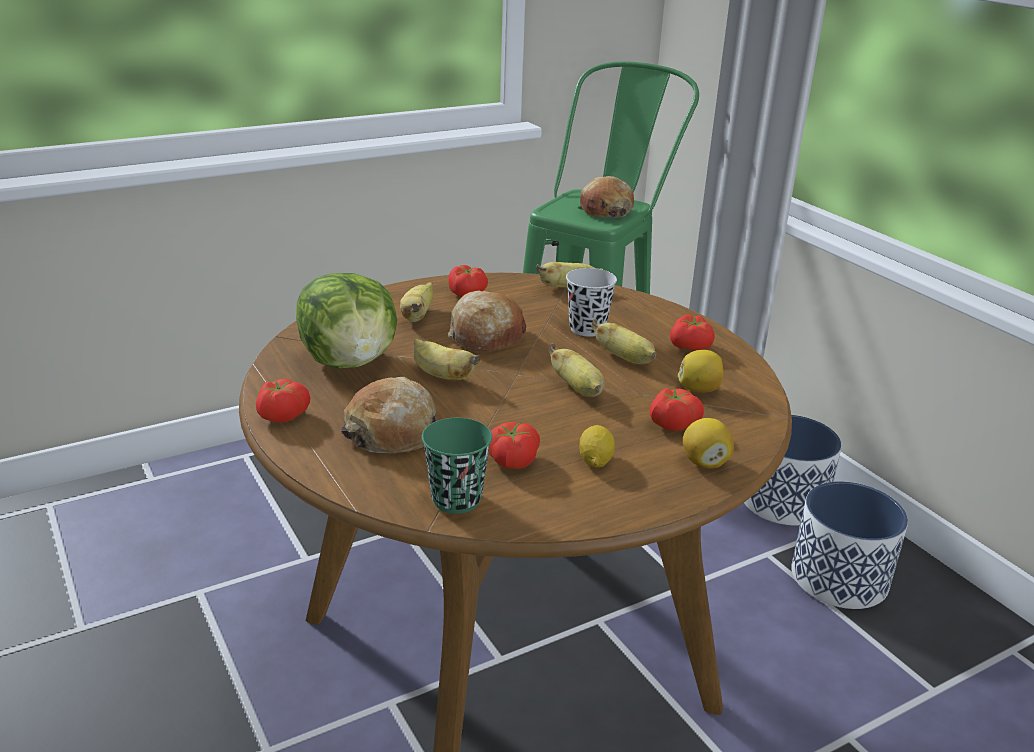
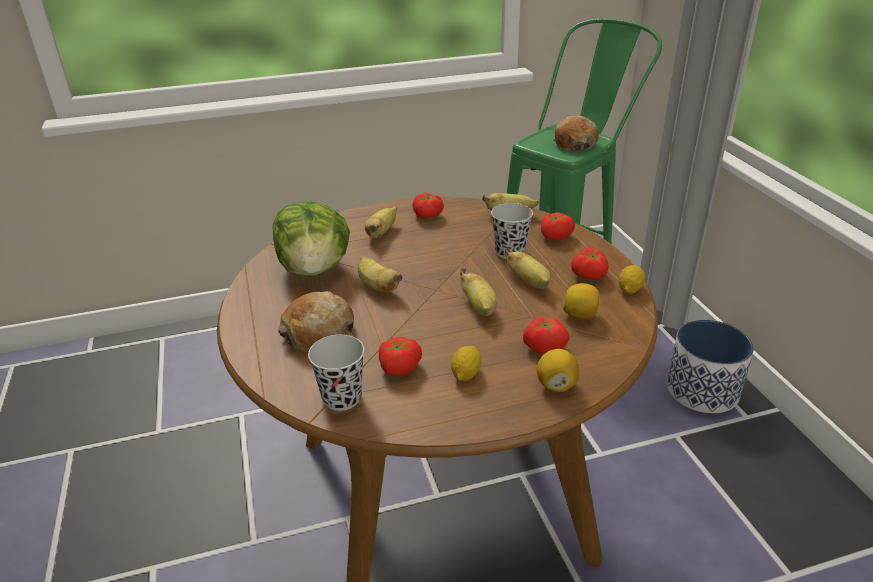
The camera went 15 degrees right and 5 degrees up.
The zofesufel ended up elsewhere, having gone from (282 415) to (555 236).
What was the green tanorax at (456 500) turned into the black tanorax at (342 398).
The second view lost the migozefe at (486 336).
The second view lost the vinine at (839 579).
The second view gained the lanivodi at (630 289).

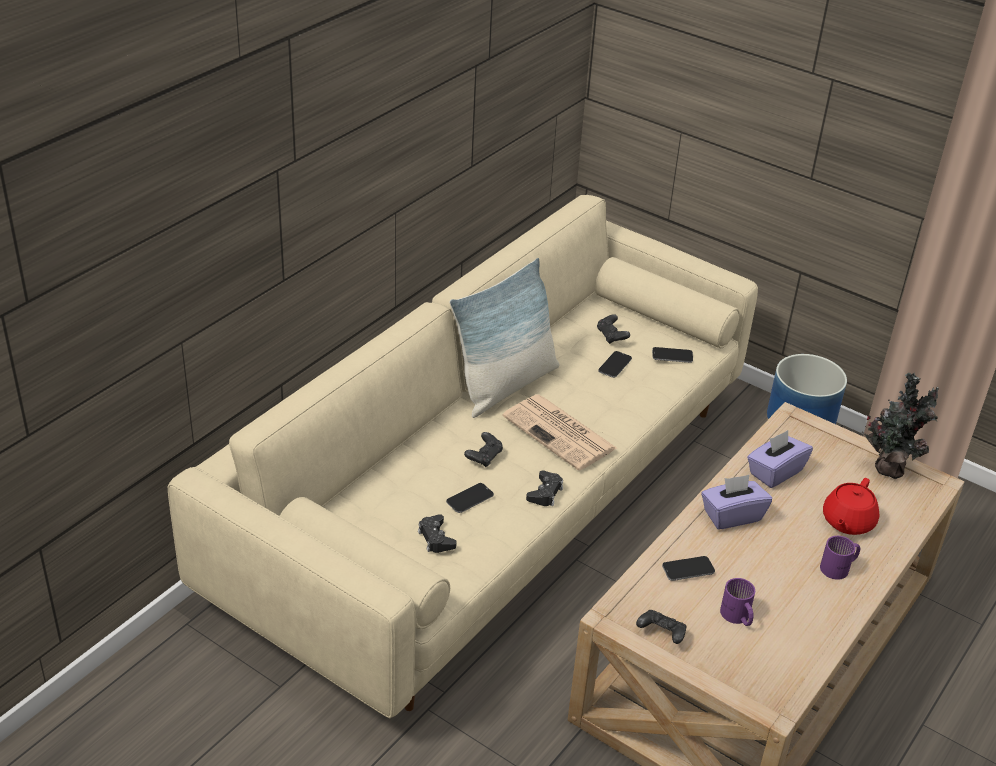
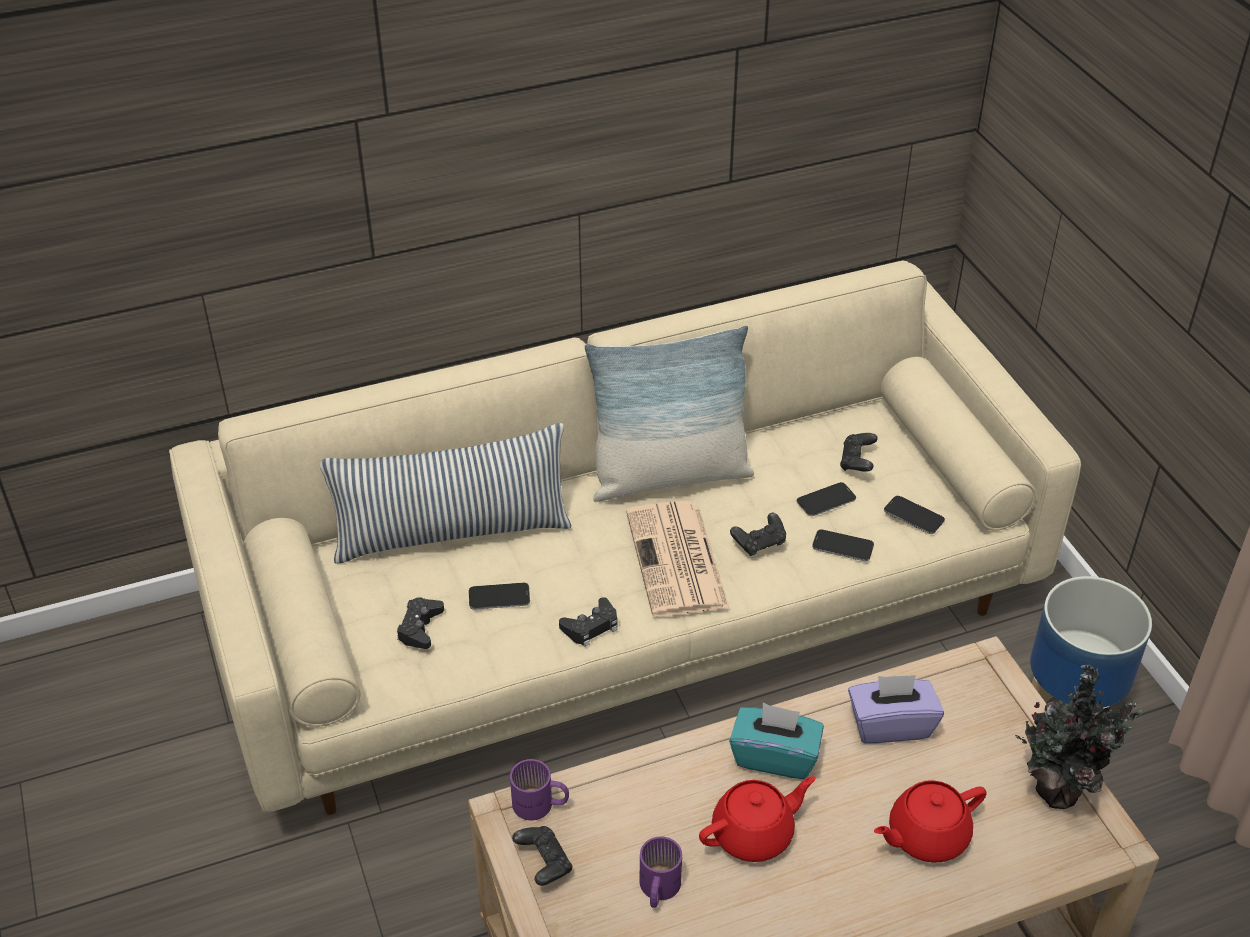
The camera went 35 degrees right and 5 degrees up.
The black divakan ended up elsewhere, having gone from (484 457) to (759 543).
The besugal ended up elsewhere, having gone from (688 569) to (842 546).
What was the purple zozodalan at (732 515) turned into the turquoise zozodalan at (774 756).
The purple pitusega ended up elsewhere, having gone from (839 568) to (540 806).
The second view gained the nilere at (452 533).
The second view gained the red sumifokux at (754 834).

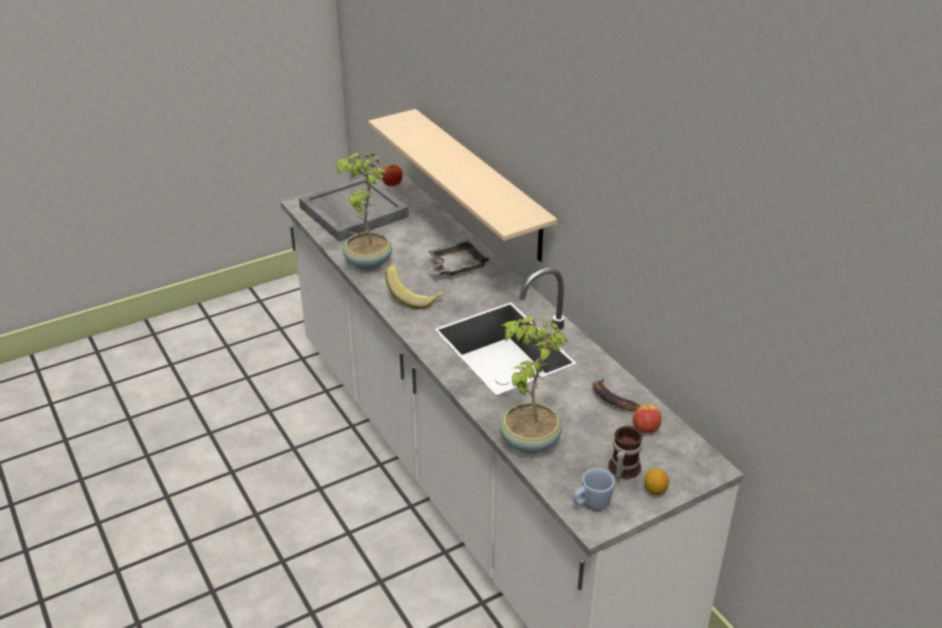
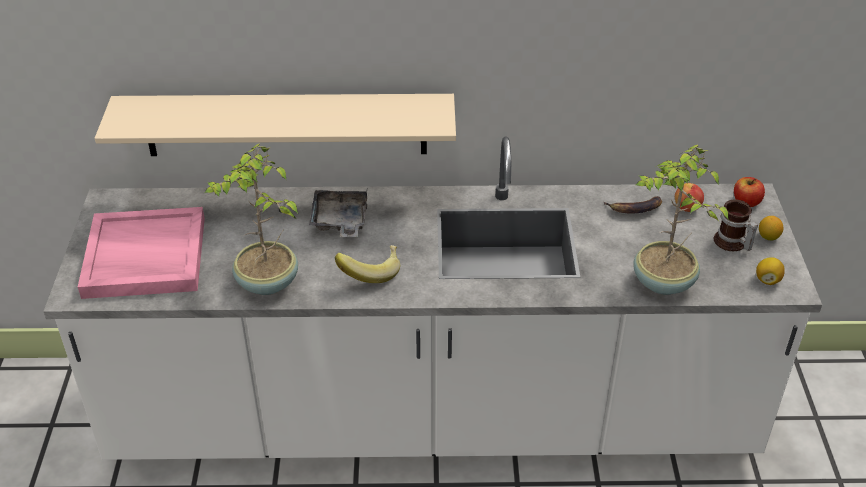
The camera went 60 degrees left and 5 degrees up.
What was the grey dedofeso at (352 212) turned into the pink dedofeso at (144 257).
The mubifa ended up elsewhere, having gone from (392 183) to (746 202).
Where the blue pitusega stood at (591 504), the lanivodi came to stand at (767 280).

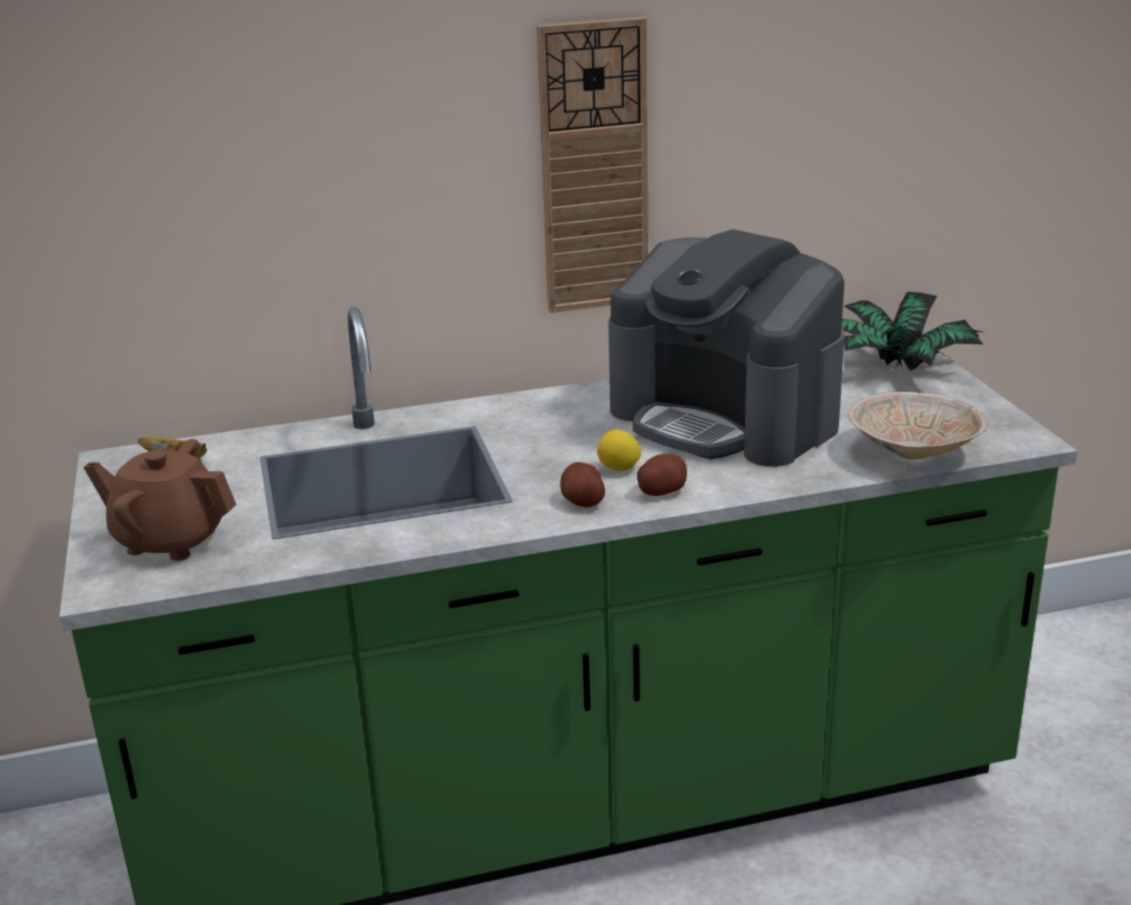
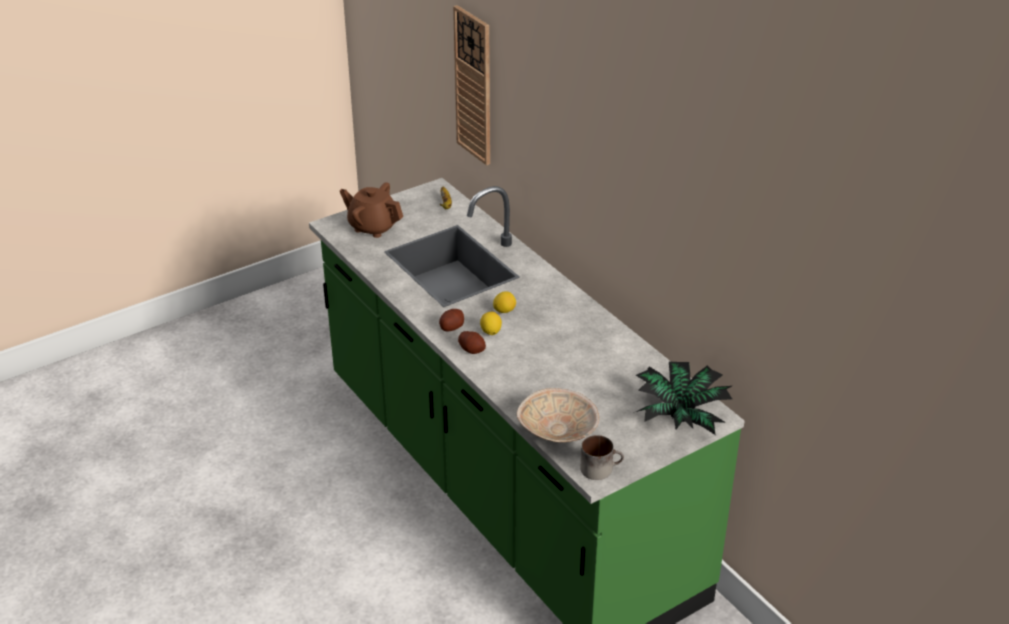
The camera went 70 degrees right and 10 degrees up.
The brown sumifokux at (170 540) ended up facing another way, 60 degrees counterclockwise from before.
The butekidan ended up elsewhere, having gone from (594 169) to (474 86).
The second view lost the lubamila at (726 417).
The second view gained the lanivodi at (504 311).
The second view gained the pitusega at (600 468).

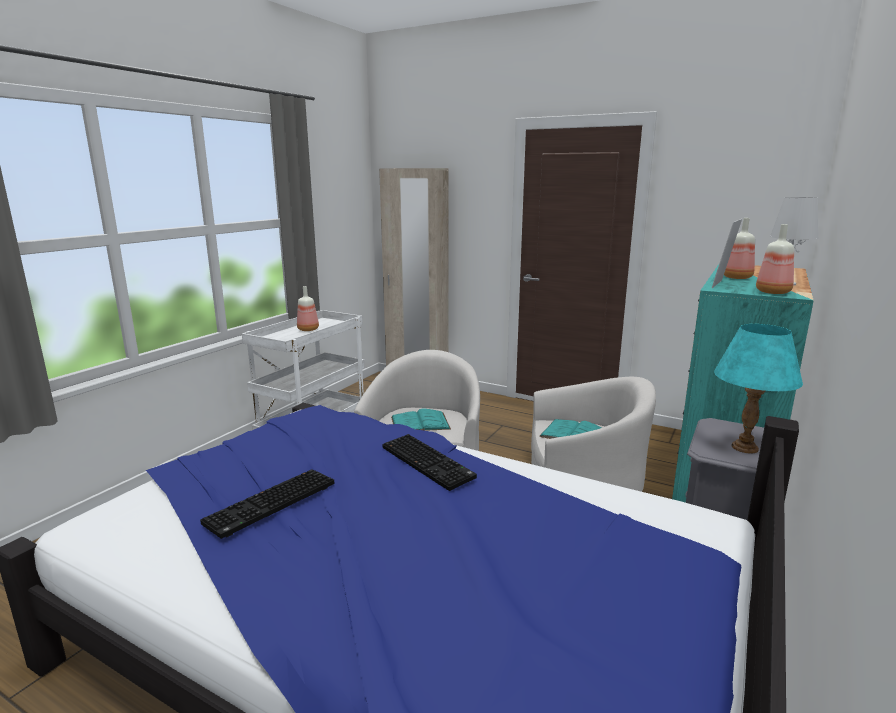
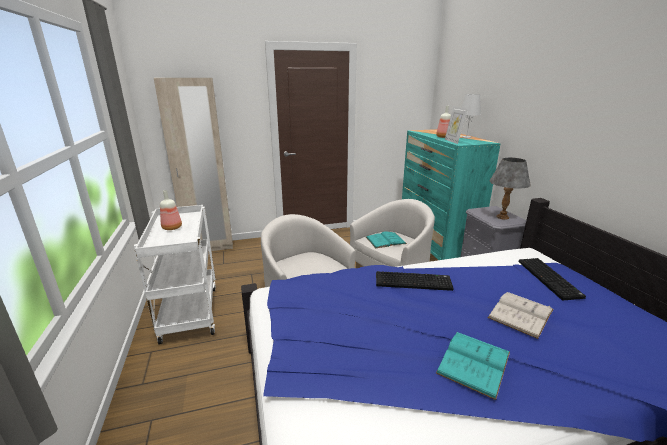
The camera went 45 degrees left and 5 degrees up.
The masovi ended up elsewhere, having gone from (271 504) to (550 279).
The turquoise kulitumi ended up elsewhere, having gone from (420 423) to (474 362).
What was the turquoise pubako at (744 448) turned into the grey pubako at (502 217).
The second view lost the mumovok at (773 292).
The second view gained the white kulitumi at (520 313).

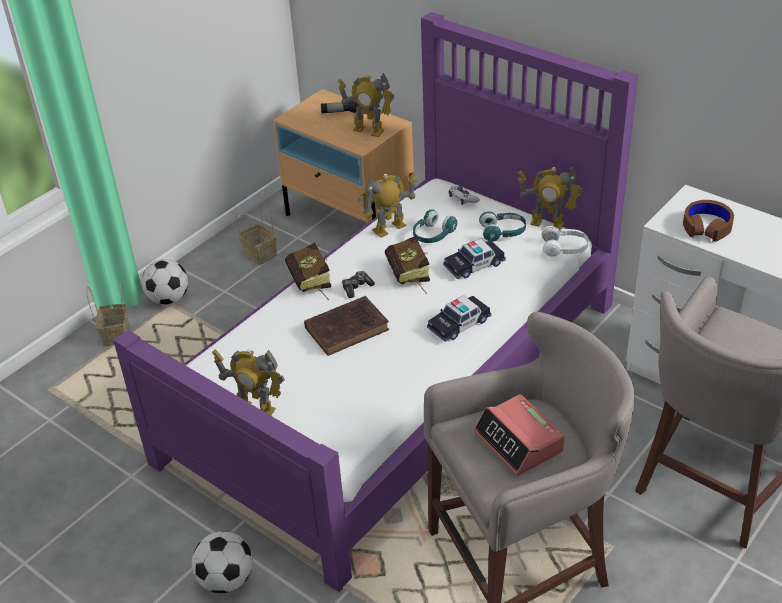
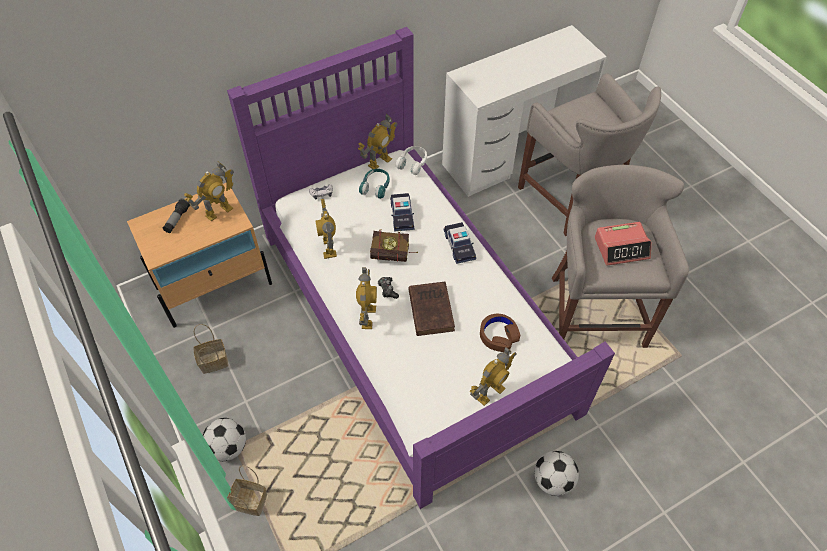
The camera went 70 degrees left and 15 degrees up.
Where the kulitumi stood at (311 285), the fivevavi came to stand at (367 317).
The second view lost the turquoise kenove at (432 235).
The brown kenove ended up elsewhere, having gone from (706 226) to (498 335).

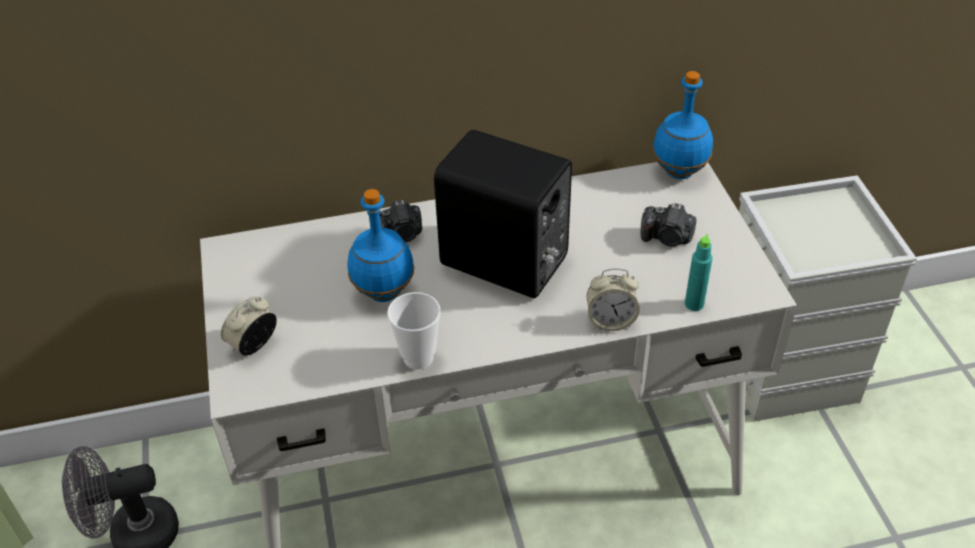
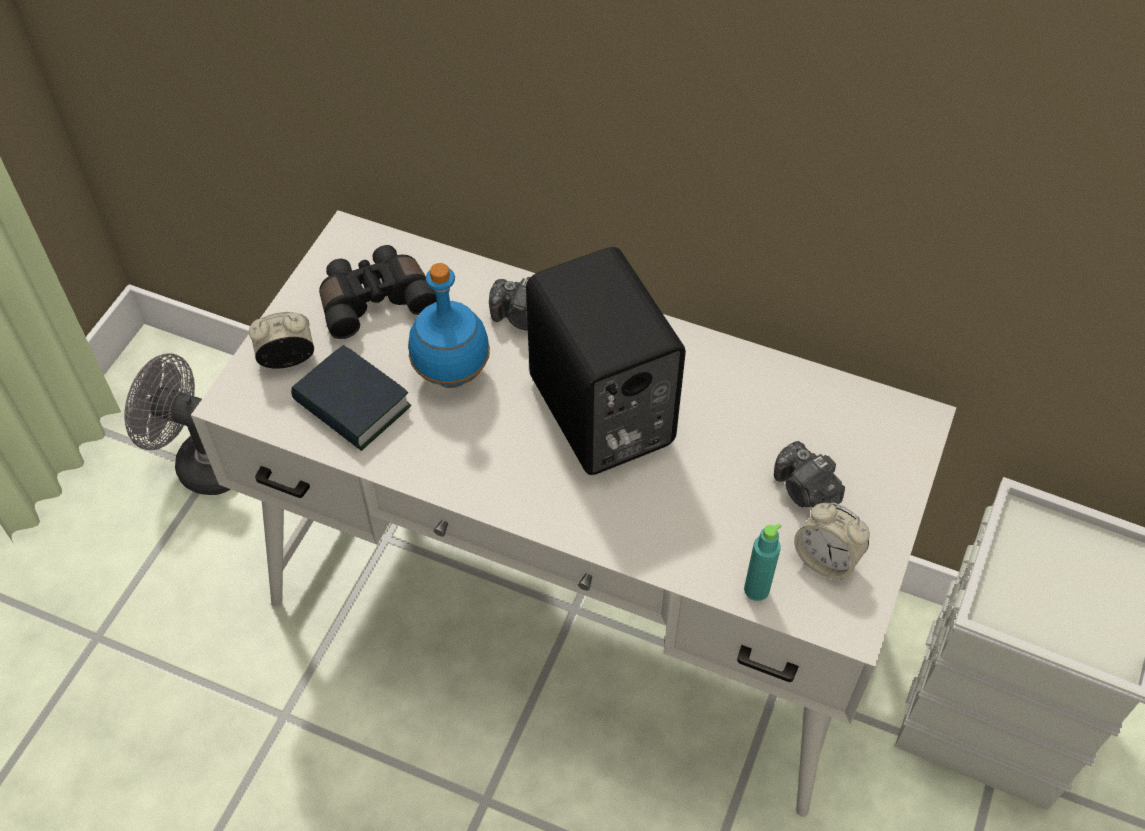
The camera went 35 degrees right and 10 degrees up.
The second view lost the tanorax at (418 358).
The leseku ended up elsewhere, having gone from (610 321) to (826 559).
The second view lost the blue mumovok at (678 171).
The second view gained the kulitumi at (352 405).
The second view gained the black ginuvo at (375 299).

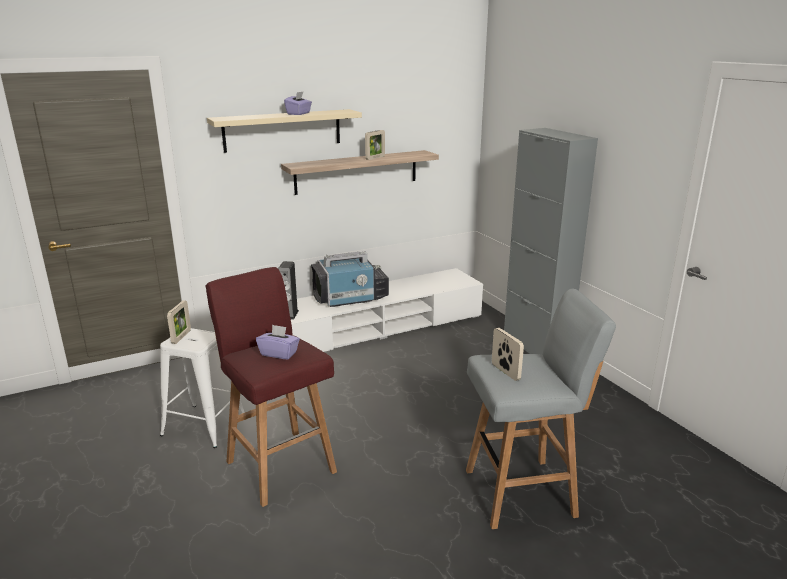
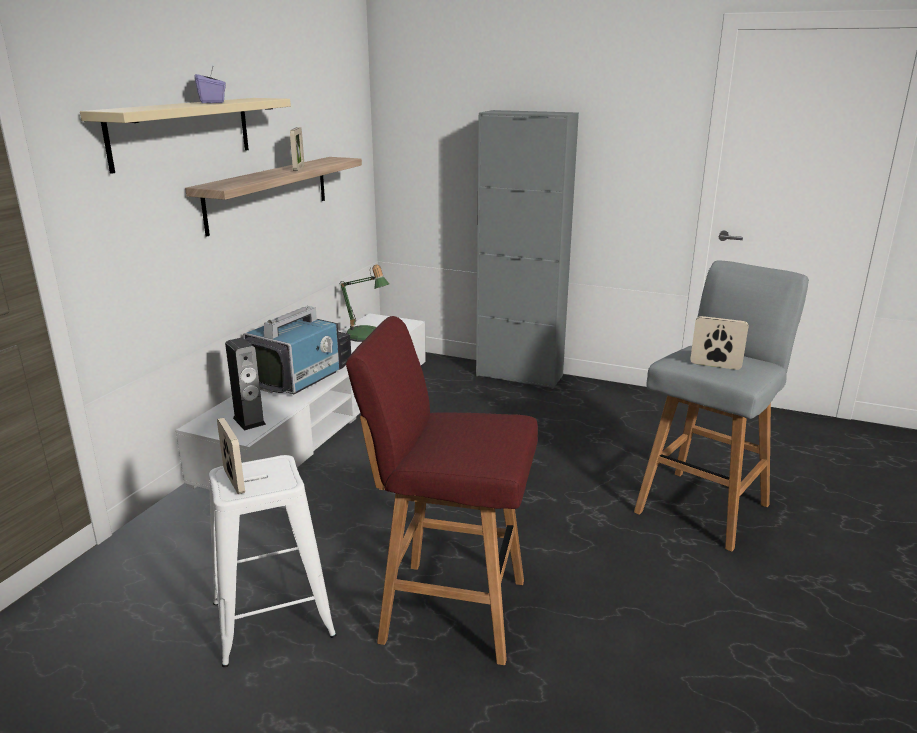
The camera went 40 degrees left and 0 degrees up.
The second view lost the purple zozodalan at (279 353).
The second view gained the pubako at (366 337).

